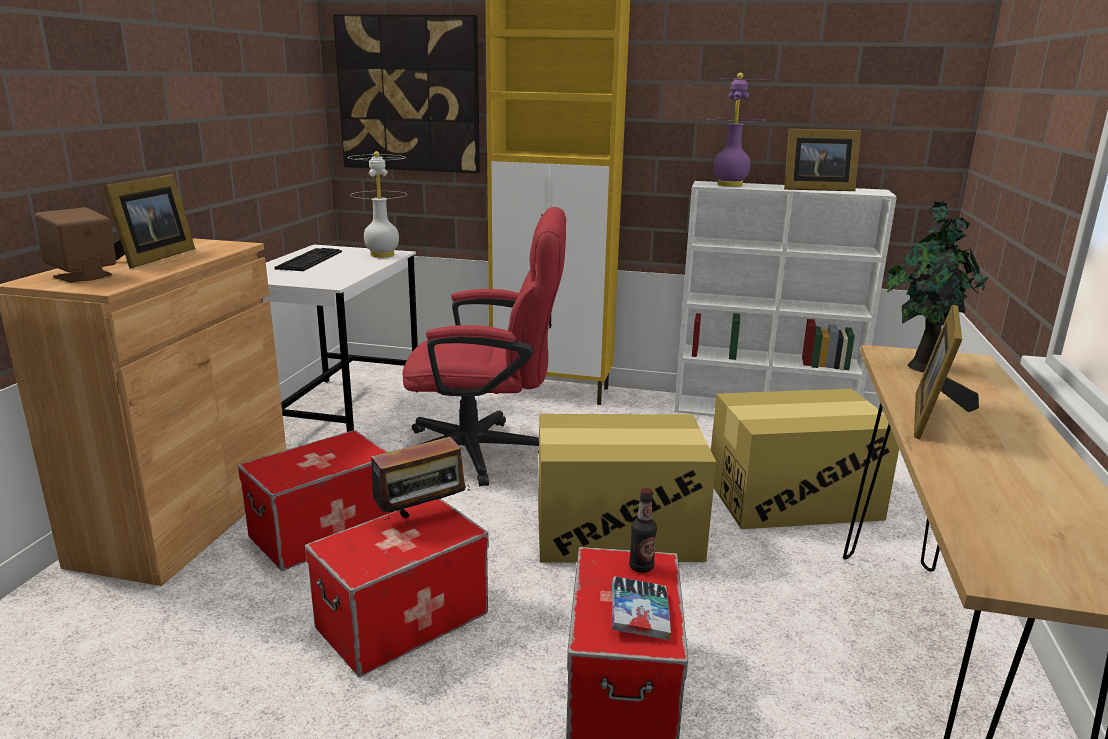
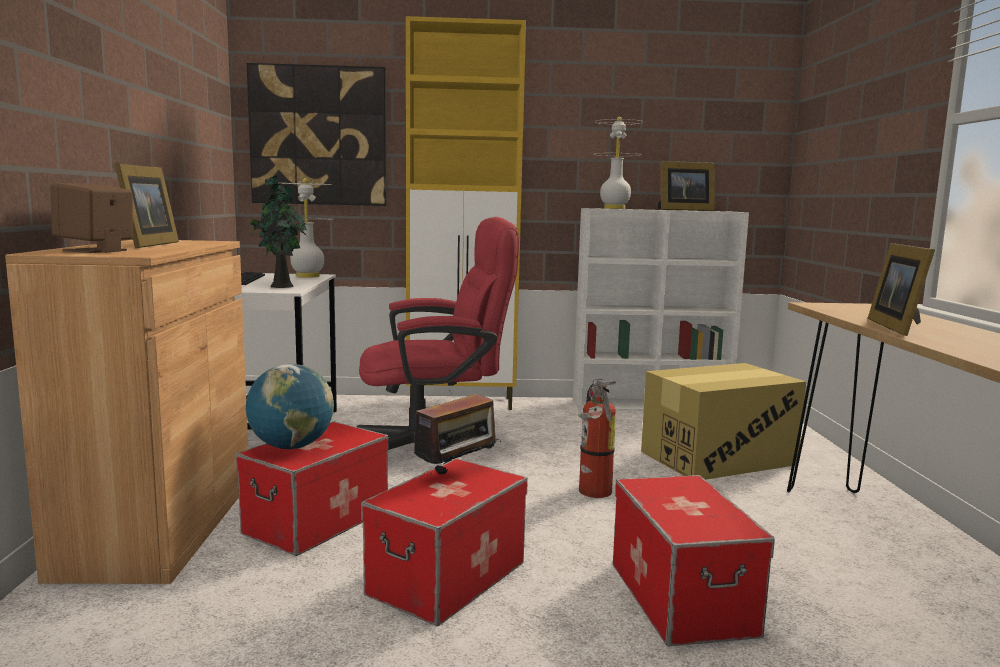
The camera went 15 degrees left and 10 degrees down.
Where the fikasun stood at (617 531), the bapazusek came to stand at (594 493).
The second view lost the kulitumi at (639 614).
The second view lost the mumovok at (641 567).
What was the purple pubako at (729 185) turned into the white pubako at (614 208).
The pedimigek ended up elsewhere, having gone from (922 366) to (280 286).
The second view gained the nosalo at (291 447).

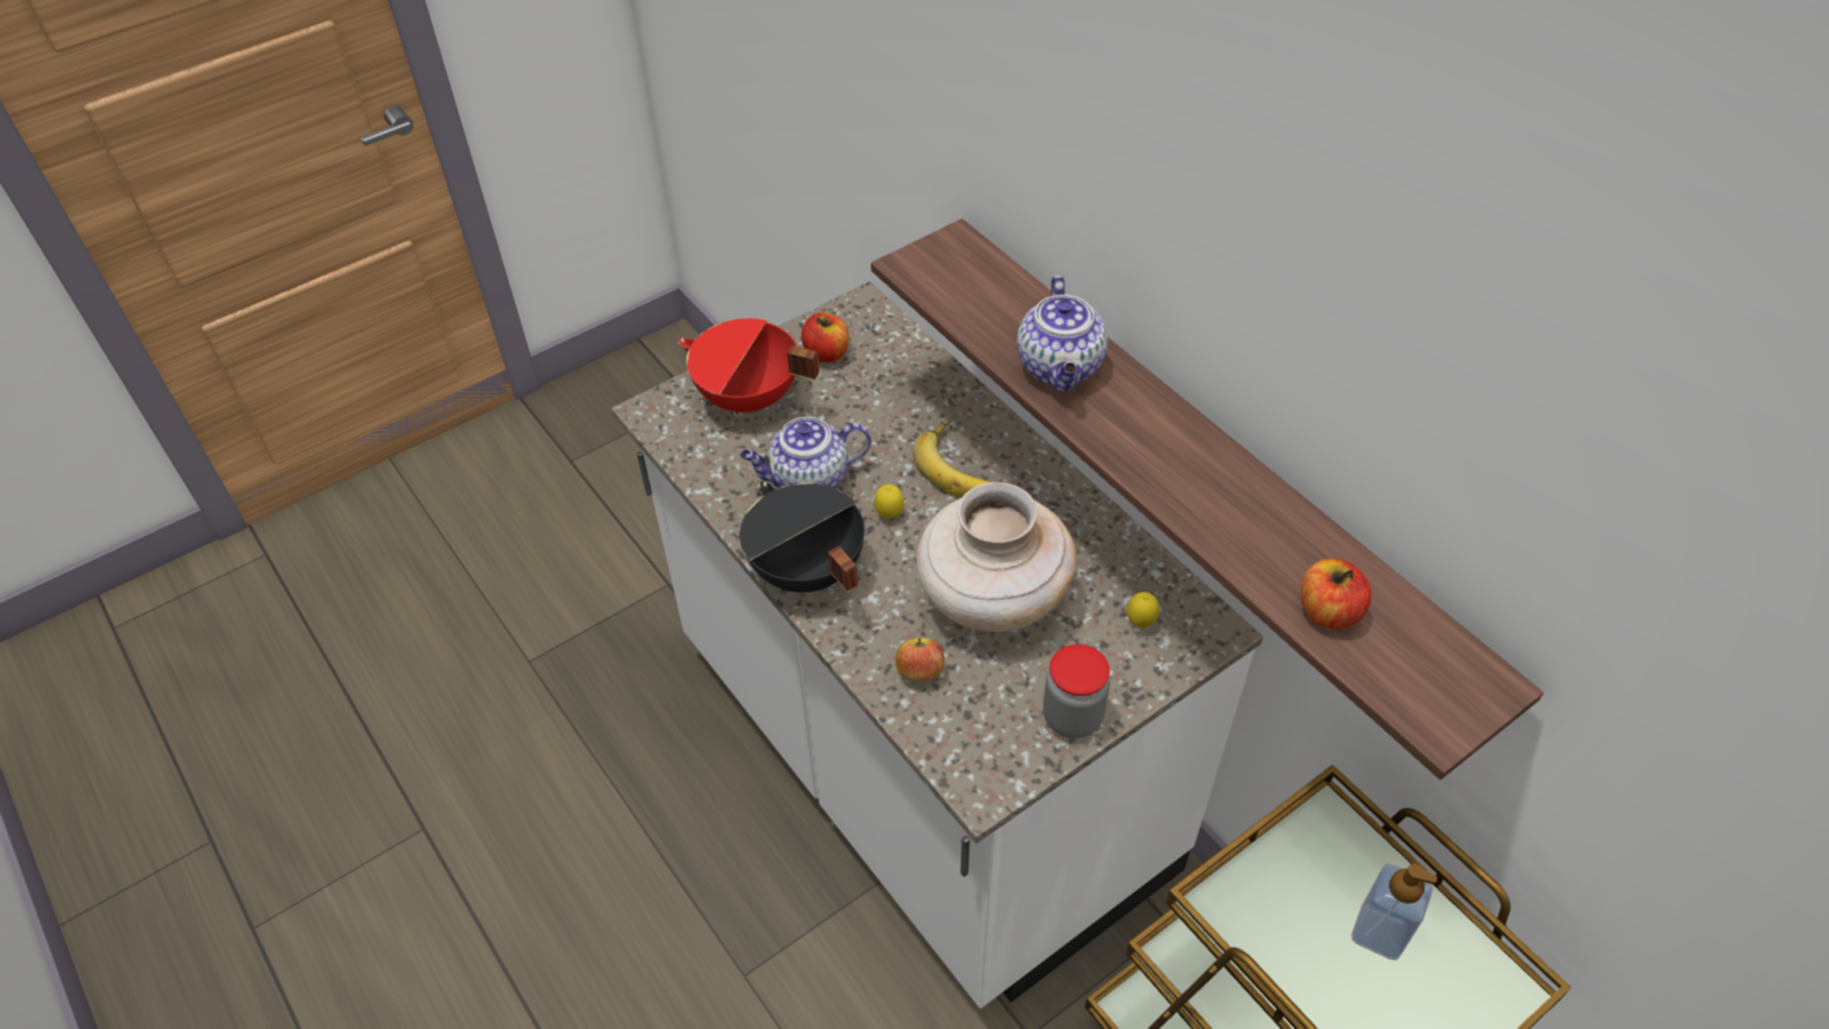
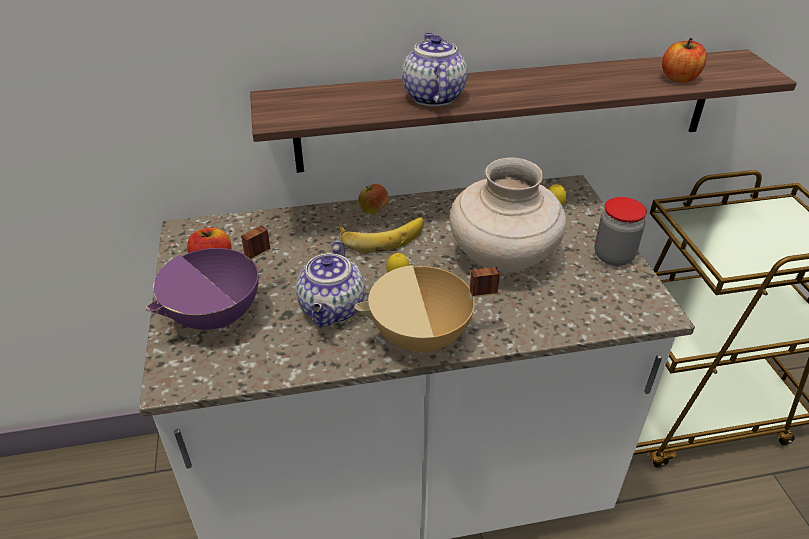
The camera went 65 degrees left and 10 degrees down.
What was the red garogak at (748 398) turned into the purple garogak at (217 317).
What was the black garogak at (805 571) turned into the beige garogak at (422 338).
The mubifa ended up elsewhere, having gone from (920 672) to (373 211).
The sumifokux at (1061 368) ended up facing another way, 120 degrees counterclockwise from before.
The second view lost the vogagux at (1379 932).

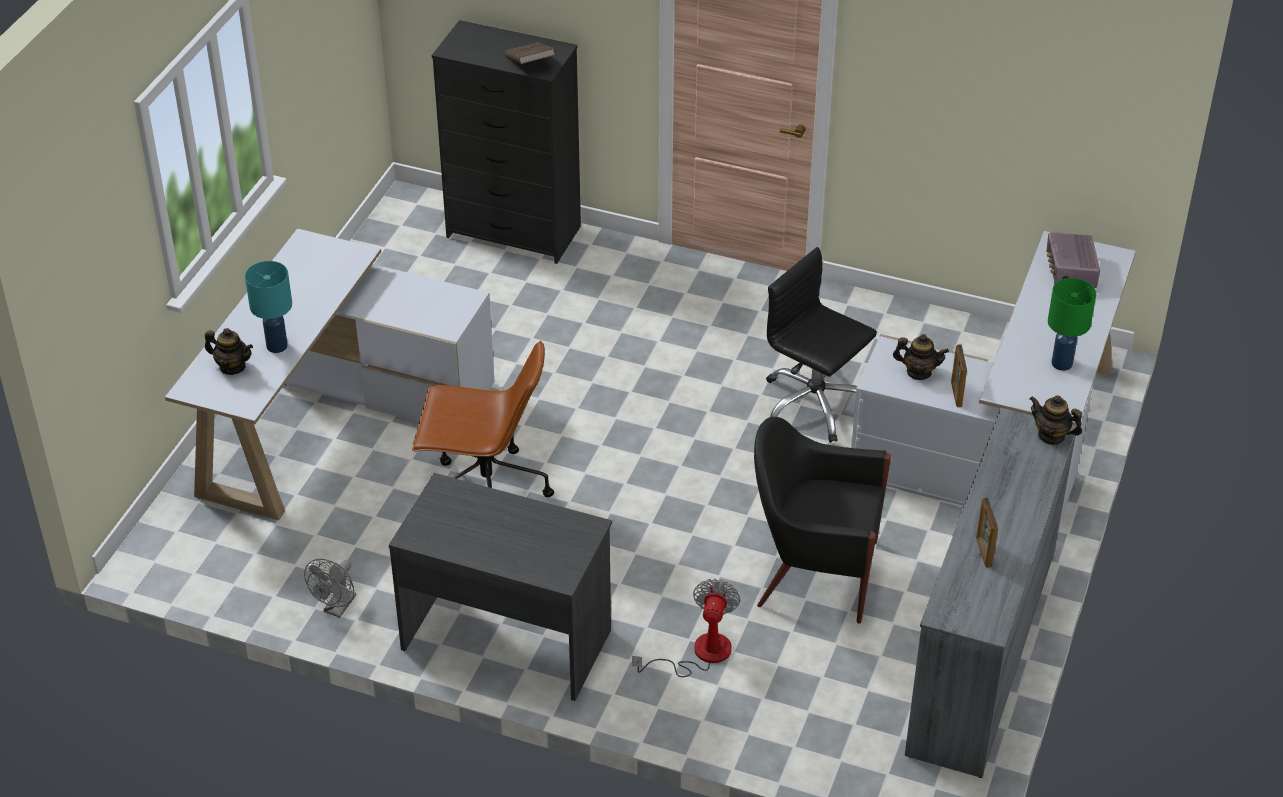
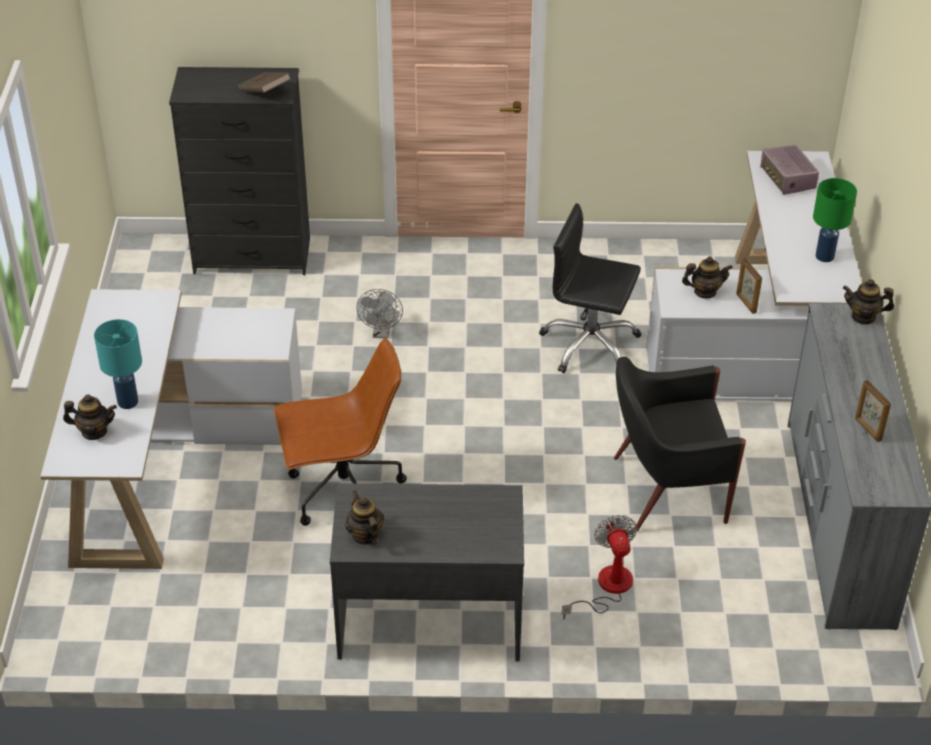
The camera went 20 degrees left and 0 degrees up.
The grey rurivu ended up elsewhere, having gone from (337 608) to (381 333).
The second view gained the sumifokux at (365 535).

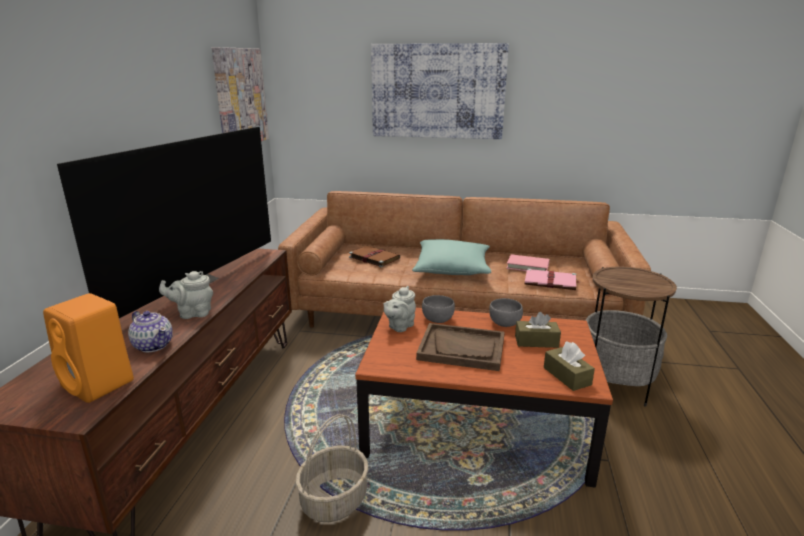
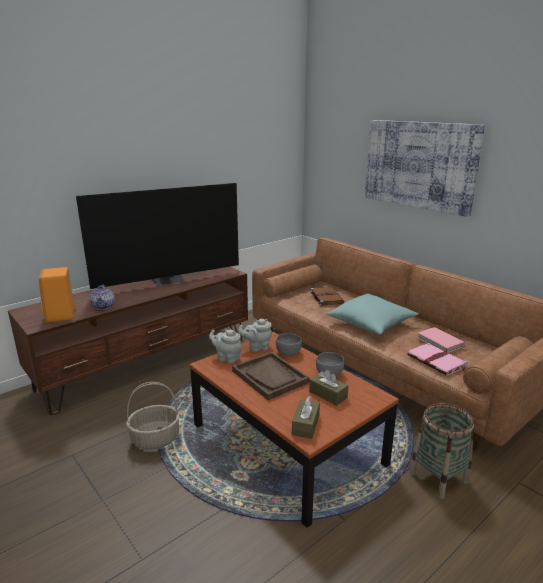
The camera went 40 degrees right and 0 degrees up.
The grey sumifokux ended up elsewhere, having gone from (193 313) to (227 358).
The second view lost the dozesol at (240 98).
Where the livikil stood at (614 385), the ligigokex came to stand at (438 477).

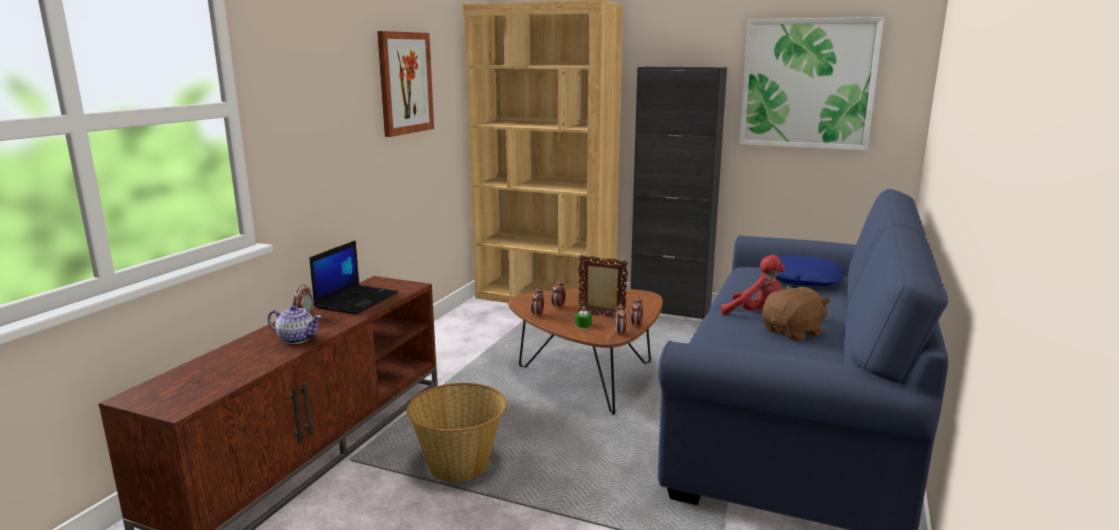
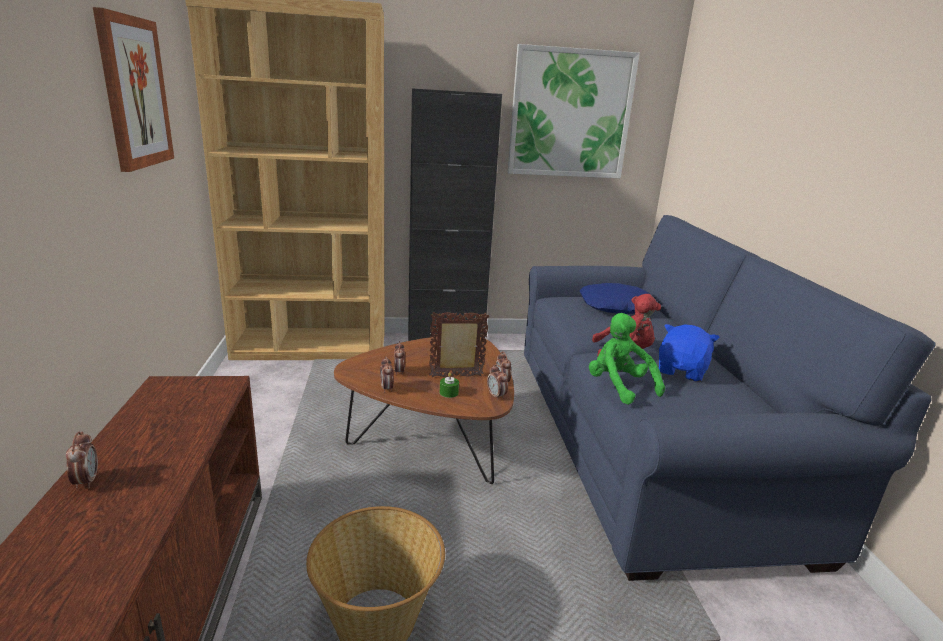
The camera went 30 degrees left and 5 degrees up.
The second view lost the sumifokux at (296 339).
The second view lost the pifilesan at (357 300).
What was the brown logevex at (793 332) turned into the blue logevex at (682 371).
The second view gained the green logevex at (619 386).

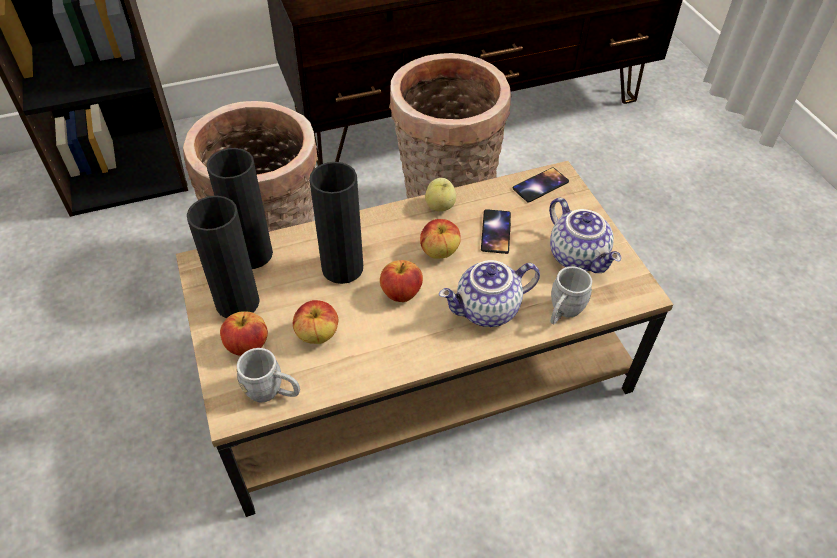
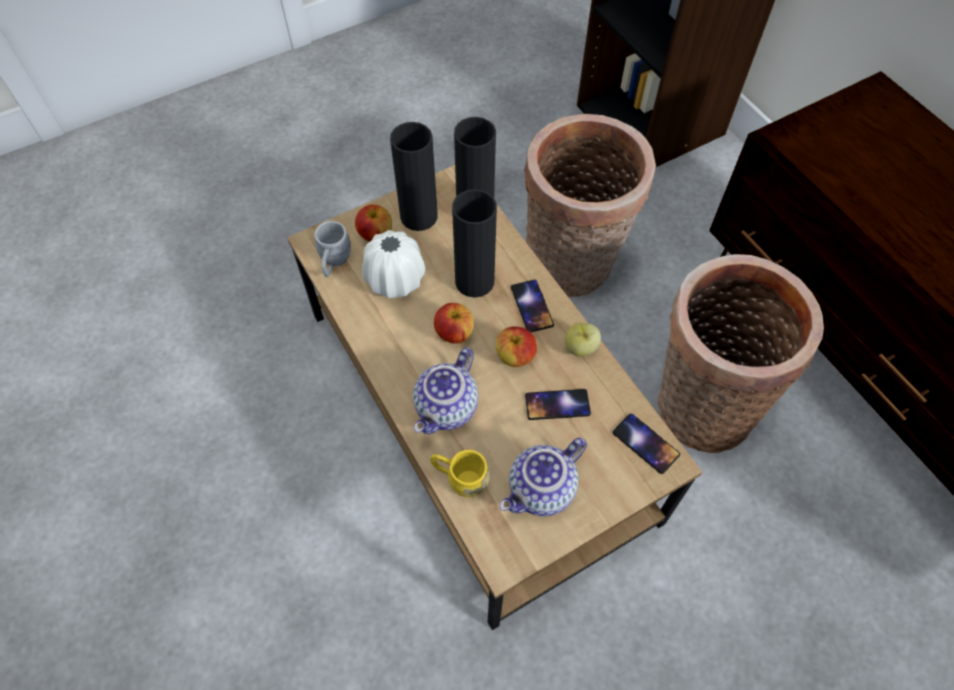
The camera went 80 degrees right and 10 degrees up.
Where the mubifa stood at (317 334), the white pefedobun came to stand at (395 279).
The sumifokux at (487 311) ended up facing another way, 120 degrees counterclockwise from before.
What was the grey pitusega at (563 312) turned into the yellow pitusega at (460 479).
The second view gained the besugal at (532 306).

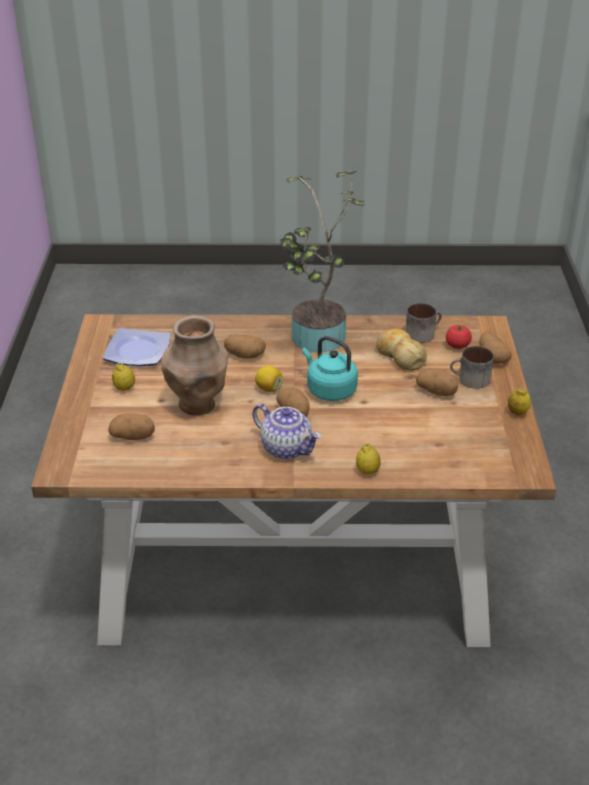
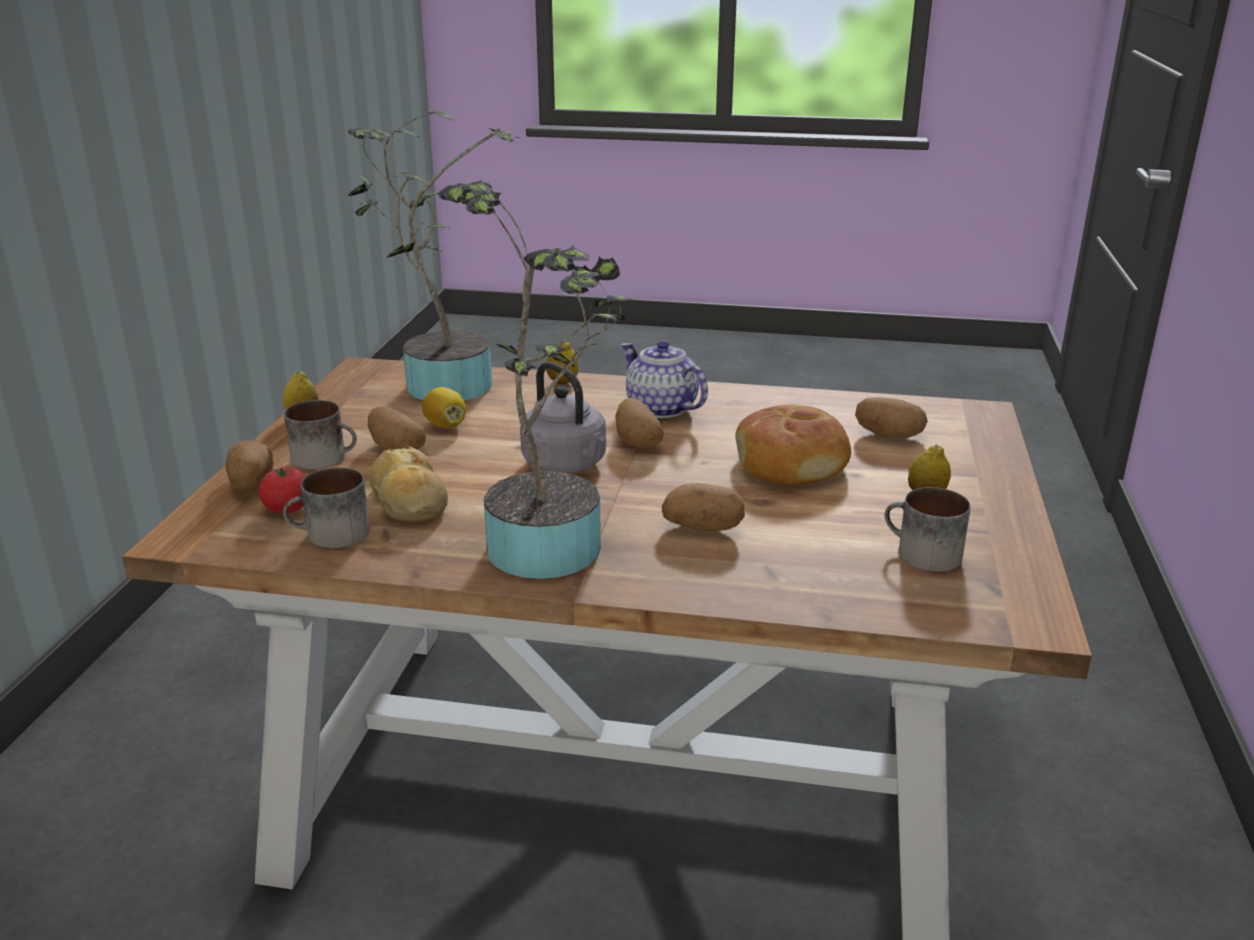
The camera went 170 degrees left and 10 degrees down.
Where the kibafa stood at (139 351), the pitusega came to stand at (920 554).
Where the brown pefedobun stood at (198 405), the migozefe came to stand at (791 463).
The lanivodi ended up elsewhere, having gone from (269 388) to (445 425).
What was the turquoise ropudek at (329 390) turned into the grey ropudek at (567 464).
The second view gained the pedimigek at (440 384).

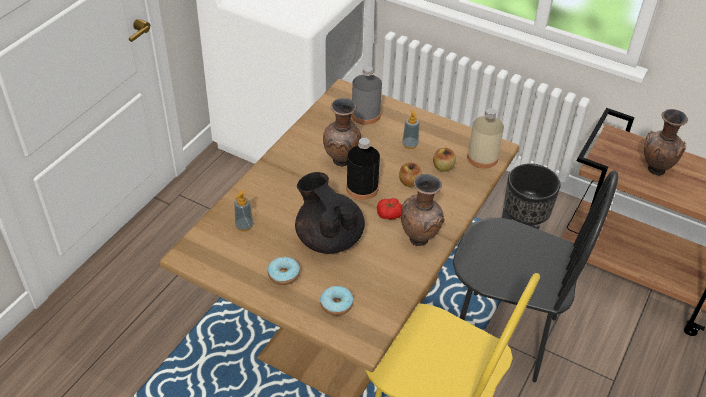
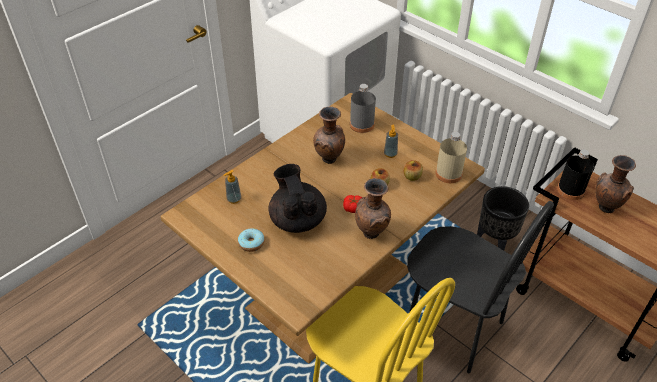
The camera went 15 degrees right and 0 degrees up.
The second view lost the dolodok at (336 304).
The black mumovok ended up elsewhere, having gone from (362 188) to (570 190).

